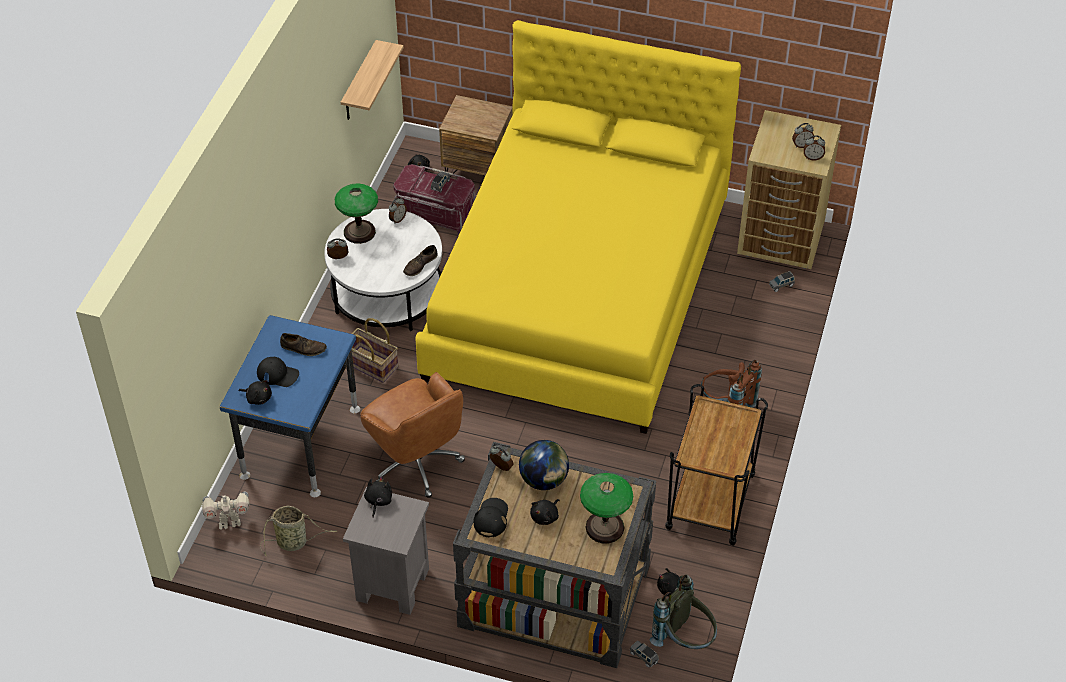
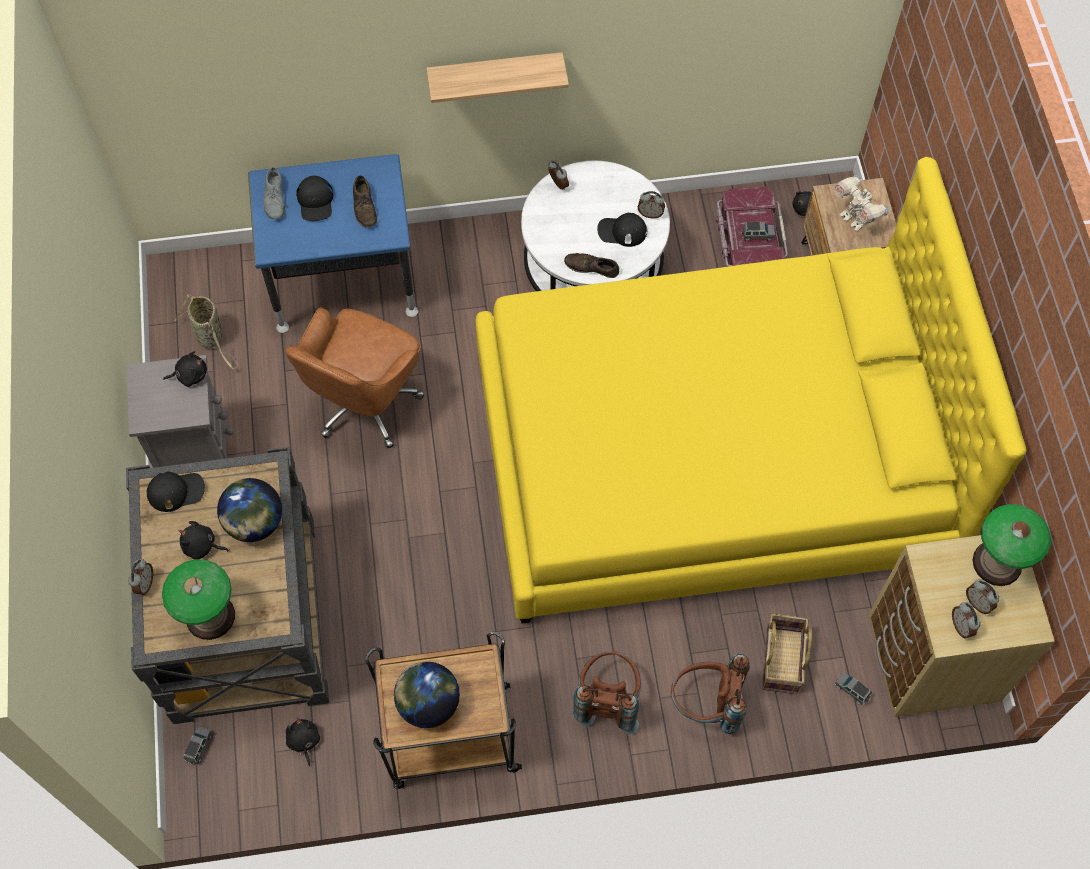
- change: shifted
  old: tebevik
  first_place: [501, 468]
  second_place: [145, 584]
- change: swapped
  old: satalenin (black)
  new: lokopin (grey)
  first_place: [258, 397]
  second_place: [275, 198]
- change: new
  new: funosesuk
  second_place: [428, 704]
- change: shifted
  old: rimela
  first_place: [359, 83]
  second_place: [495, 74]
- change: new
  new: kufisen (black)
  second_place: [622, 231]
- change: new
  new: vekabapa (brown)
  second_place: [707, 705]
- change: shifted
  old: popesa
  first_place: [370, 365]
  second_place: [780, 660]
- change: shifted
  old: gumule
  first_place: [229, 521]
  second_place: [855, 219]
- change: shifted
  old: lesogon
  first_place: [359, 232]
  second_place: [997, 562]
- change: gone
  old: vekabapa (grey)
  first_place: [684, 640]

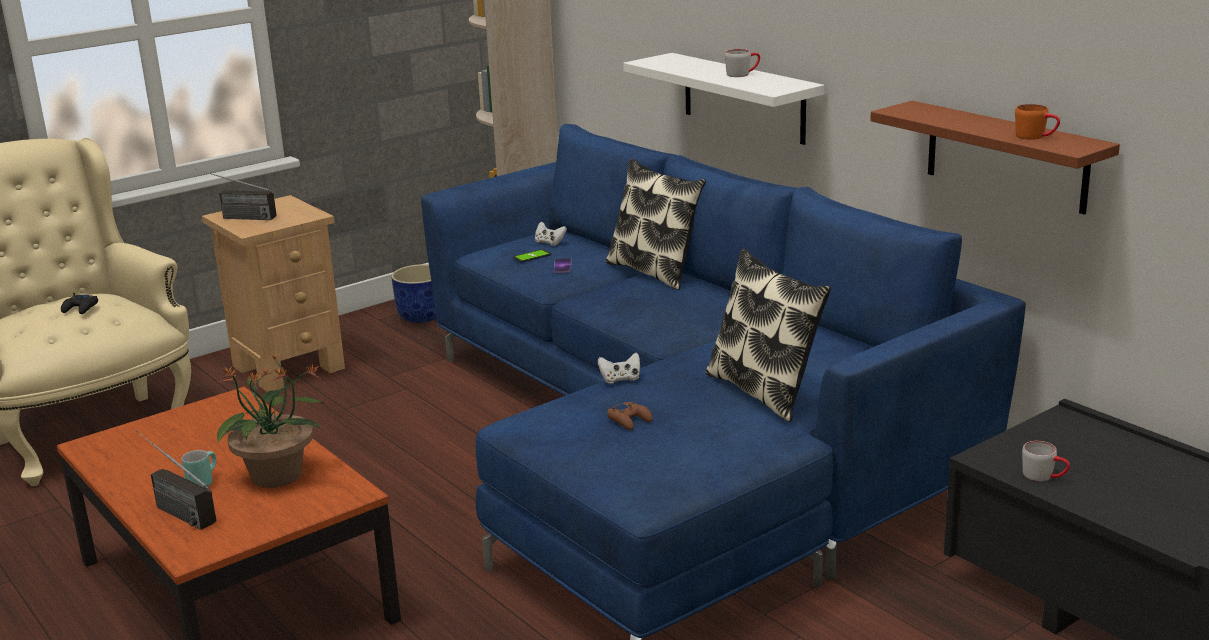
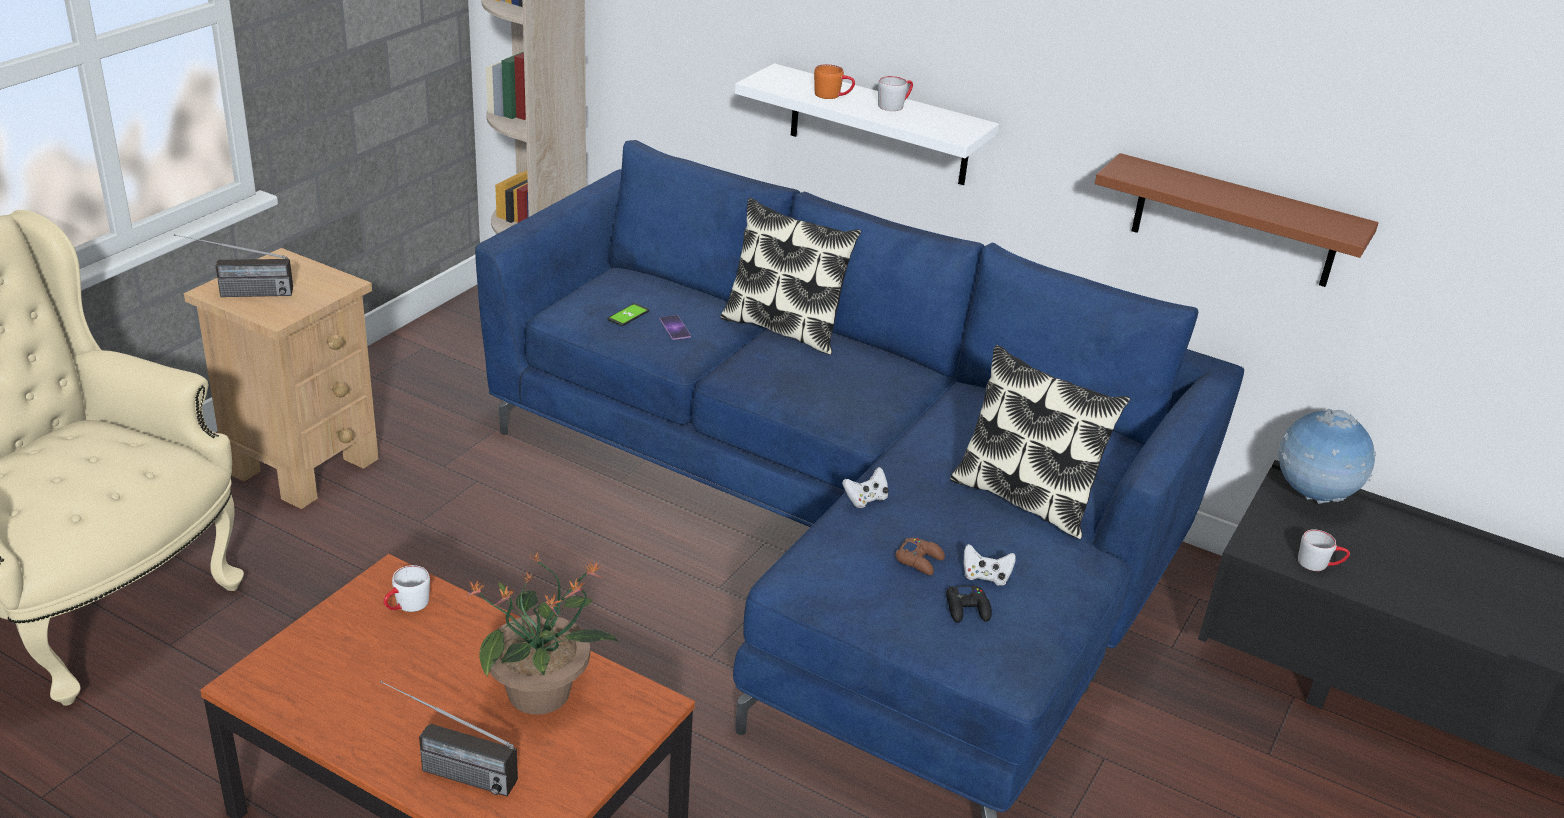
- change: new
  new: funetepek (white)
  second_place: [406, 606]
- change: shifted
  old: funetepek (orange)
  first_place: [1036, 137]
  second_place: [833, 95]
- change: shifted
  old: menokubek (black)
  first_place: [80, 308]
  second_place: [967, 609]
- change: shifted
  old: menokubek (white)
  first_place: [549, 243]
  second_place: [985, 577]
- change: new
  new: funosesuk
  second_place: [1313, 496]
- change: gone
  old: funetepek (turquoise)
  first_place: [202, 481]
- change: gone
  old: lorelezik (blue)
  first_place: [422, 316]

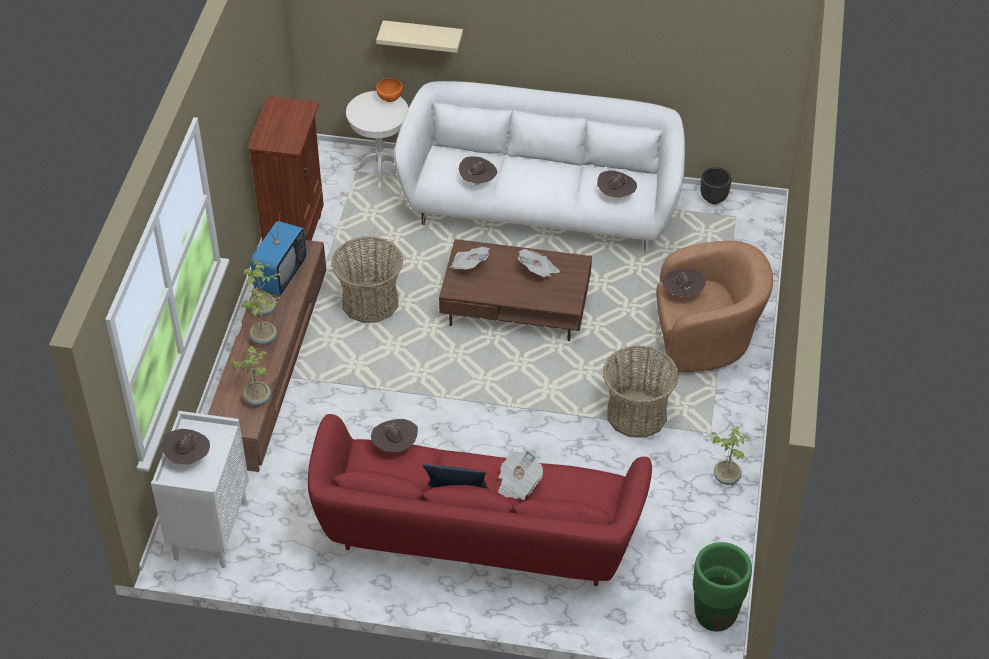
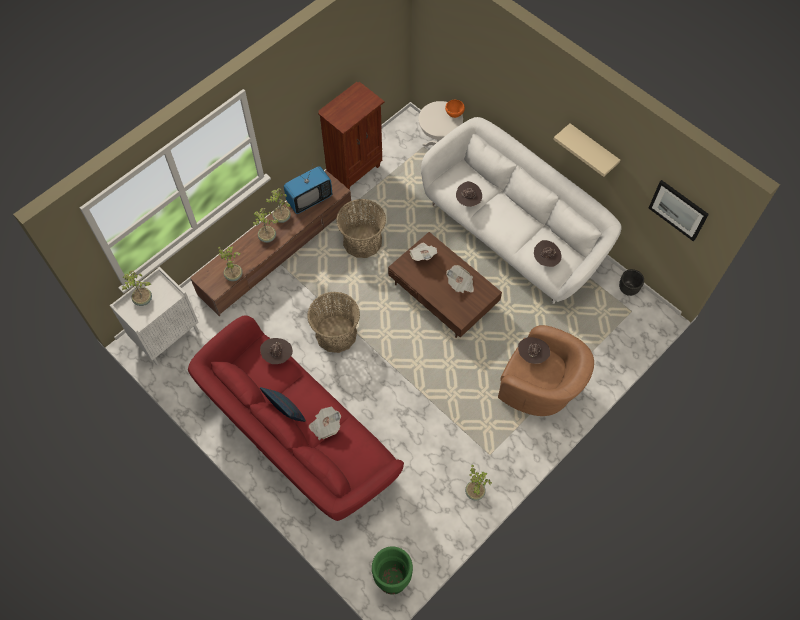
- change: swapped
  old: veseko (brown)
  new: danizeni
  first_place: [188, 458]
  second_place: [143, 300]
- change: shifted
  old: popesa
  first_place: [637, 414]
  second_place: [336, 334]
- change: shifted
  old: rimela (beige)
  first_place: [423, 36]
  second_place: [592, 148]
- change: new
  new: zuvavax
  second_place: [678, 210]

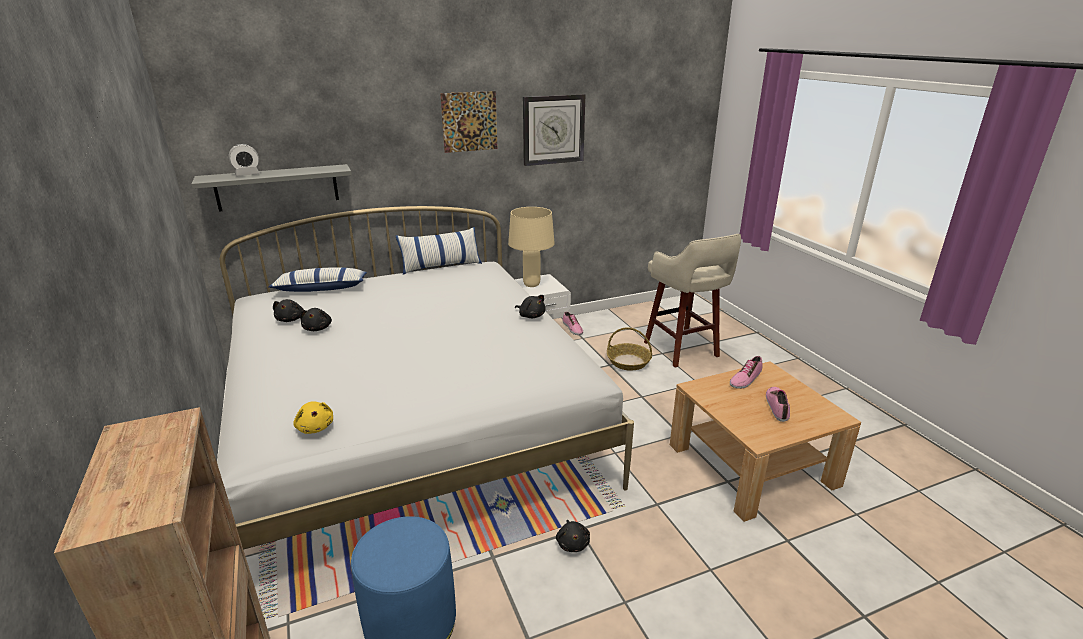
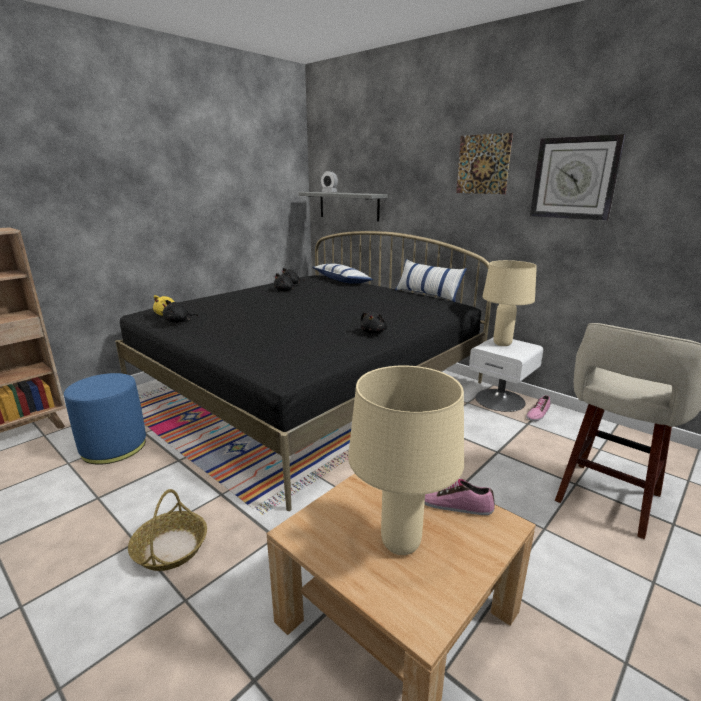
- change: repainted
  old: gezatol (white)
  new: gezatol (black)
  first_place: [412, 425]
  second_place: [309, 388]
- change: shifted
  old: popesa
  first_place: [628, 362]
  second_place: [170, 548]
- change: shifted
  old: satalenin (black)
  first_place: [572, 543]
  second_place: [179, 321]
- change: swapped
  old: lokopin
  new: lesogon (beige)
  first_place: [778, 406]
  second_place: [400, 543]

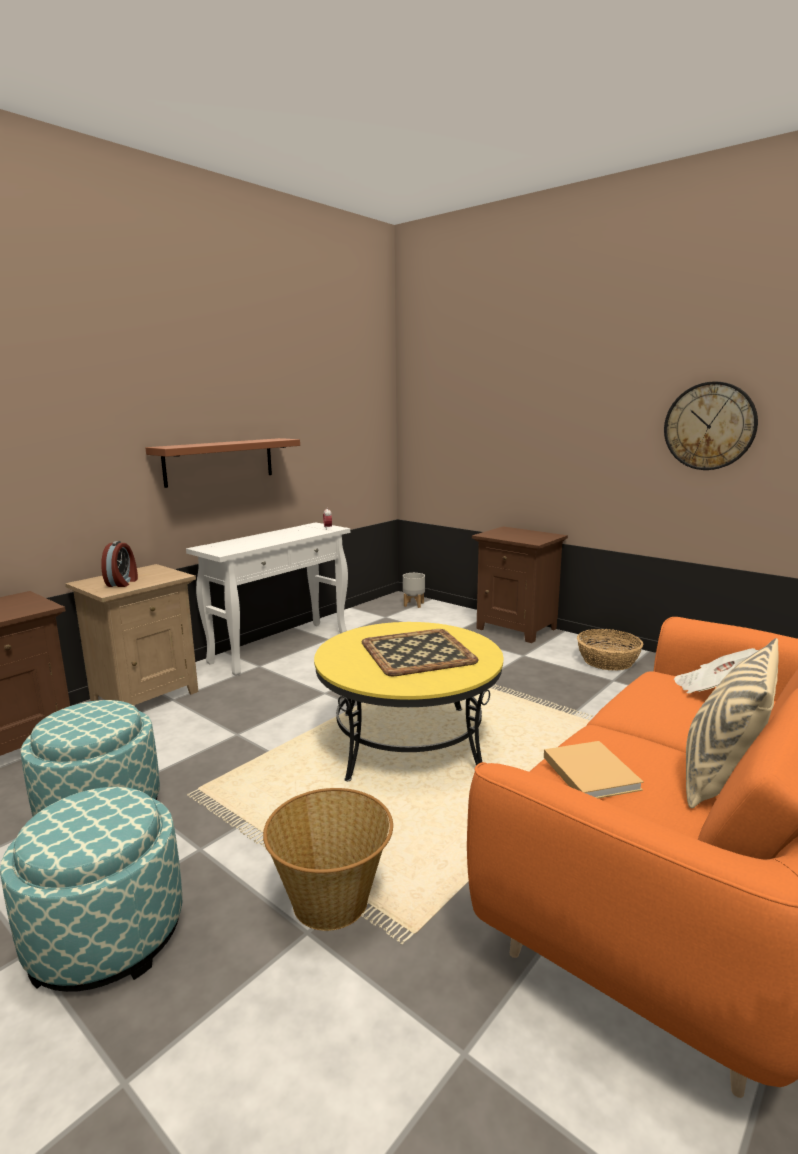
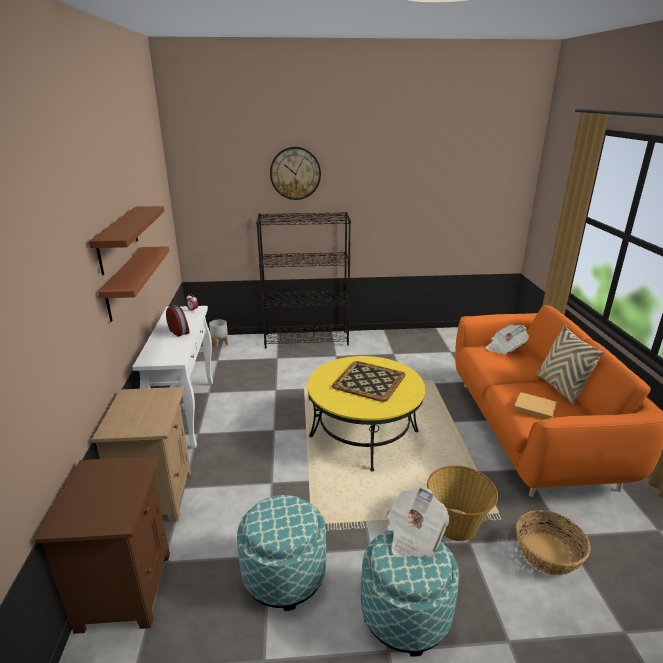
- change: new
  new: rimela (brown)
  second_place: [118, 239]
- change: shifted
  old: tebevik
  first_place: [123, 583]
  second_place: [179, 331]
- change: swapped
  old: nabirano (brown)
  new: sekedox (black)
  first_place: [516, 629]
  second_place: [307, 339]
- change: shifted
  old: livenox
  first_place: [709, 426]
  second_place: [295, 173]
- change: new
  new: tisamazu
  second_place: [414, 536]
- change: shifted
  old: popesa
  first_place: [607, 661]
  second_place: [548, 554]

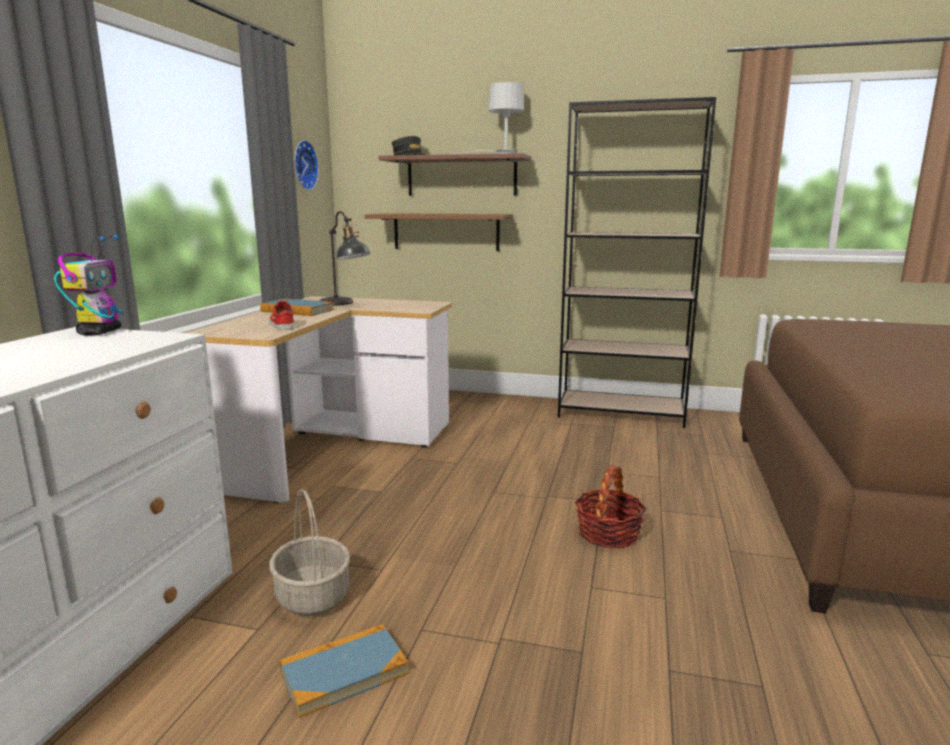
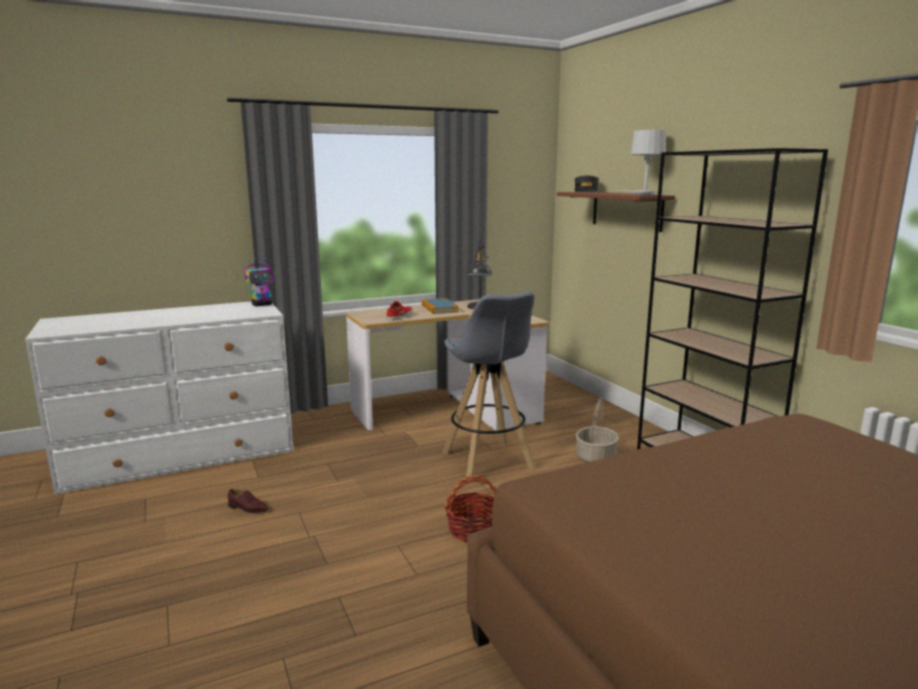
- change: swapped
  old: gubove
  new: lokopin (brown)
  first_place: [344, 672]
  second_place: [248, 508]
- change: new
  new: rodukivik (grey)
  second_place: [488, 462]
- change: shifted
  old: popesa
  first_place: [312, 596]
  second_place: [595, 457]
- change: gone
  old: livenox
  first_place: [303, 165]
- change: gone
  old: rimela (brown)
  first_place: [446, 232]

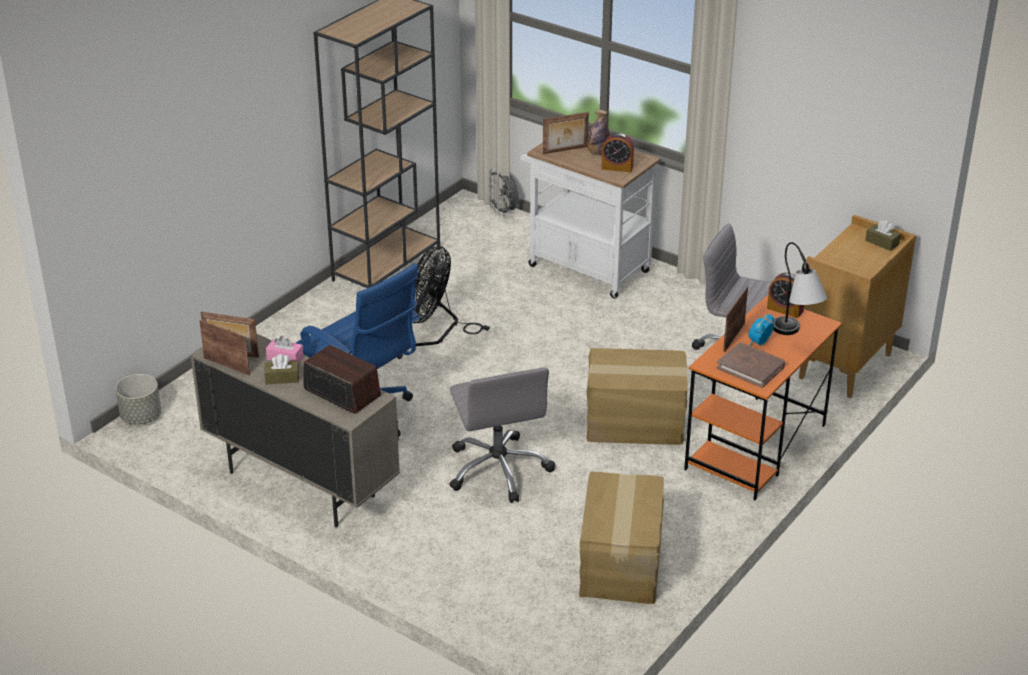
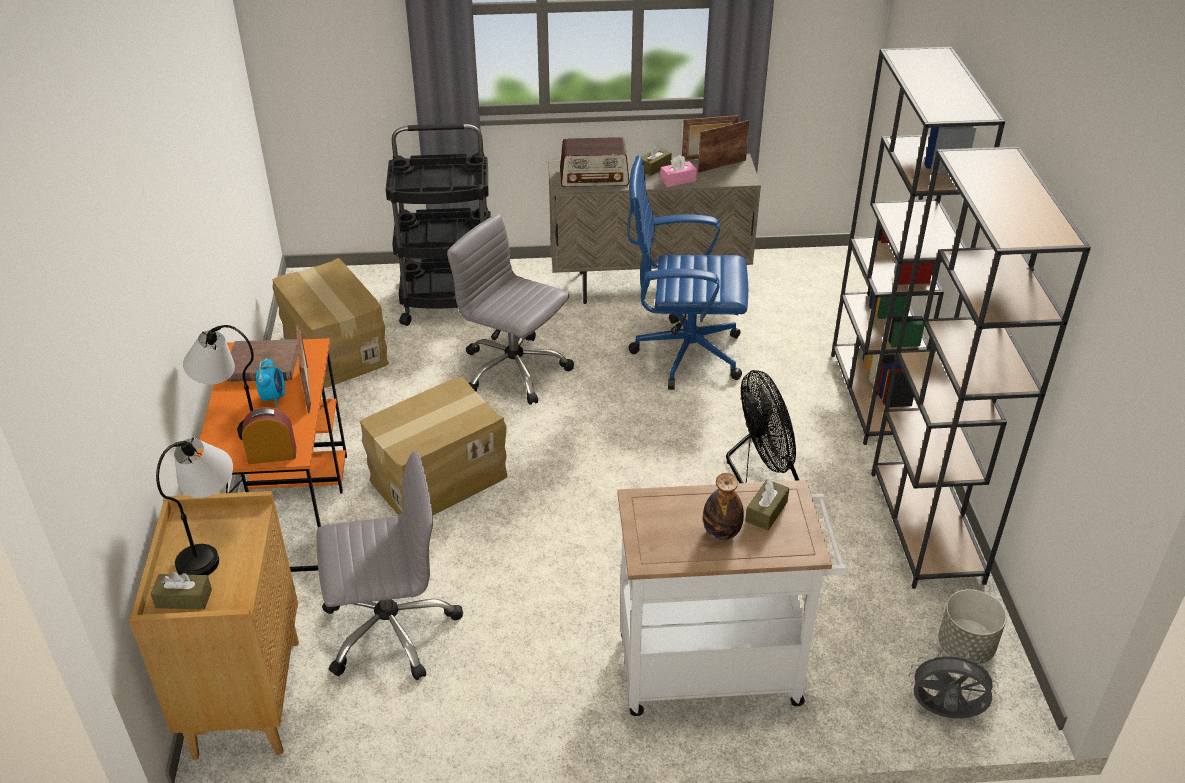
- change: new
  new: lesogon
  second_place: [212, 543]
- change: new
  new: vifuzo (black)
  second_place: [449, 301]
- change: swapped
  old: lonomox
  new: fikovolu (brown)
  first_place: [565, 150]
  second_place: [766, 512]
- change: new
  new: sekedox
  second_place: [879, 397]
- change: shifted
  old: lorelezik (grey)
  first_place: [141, 417]
  second_place: [966, 646]
- change: gone
  old: tebevik
  first_place: [617, 167]

